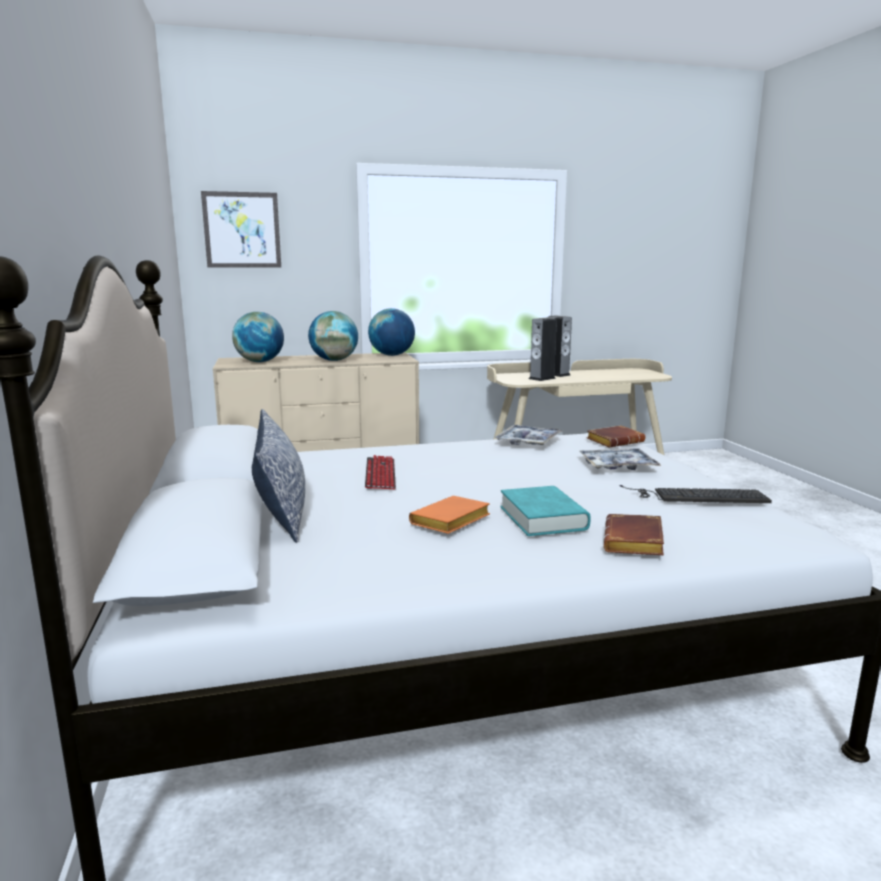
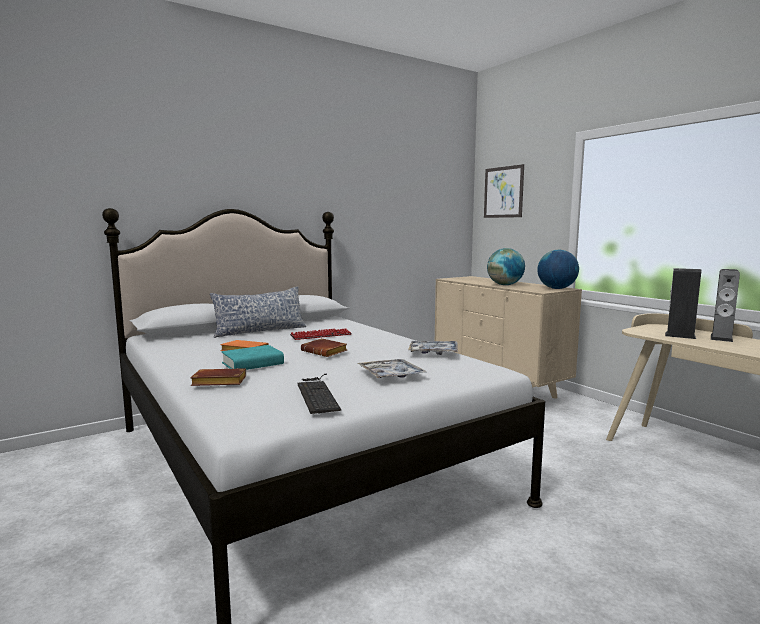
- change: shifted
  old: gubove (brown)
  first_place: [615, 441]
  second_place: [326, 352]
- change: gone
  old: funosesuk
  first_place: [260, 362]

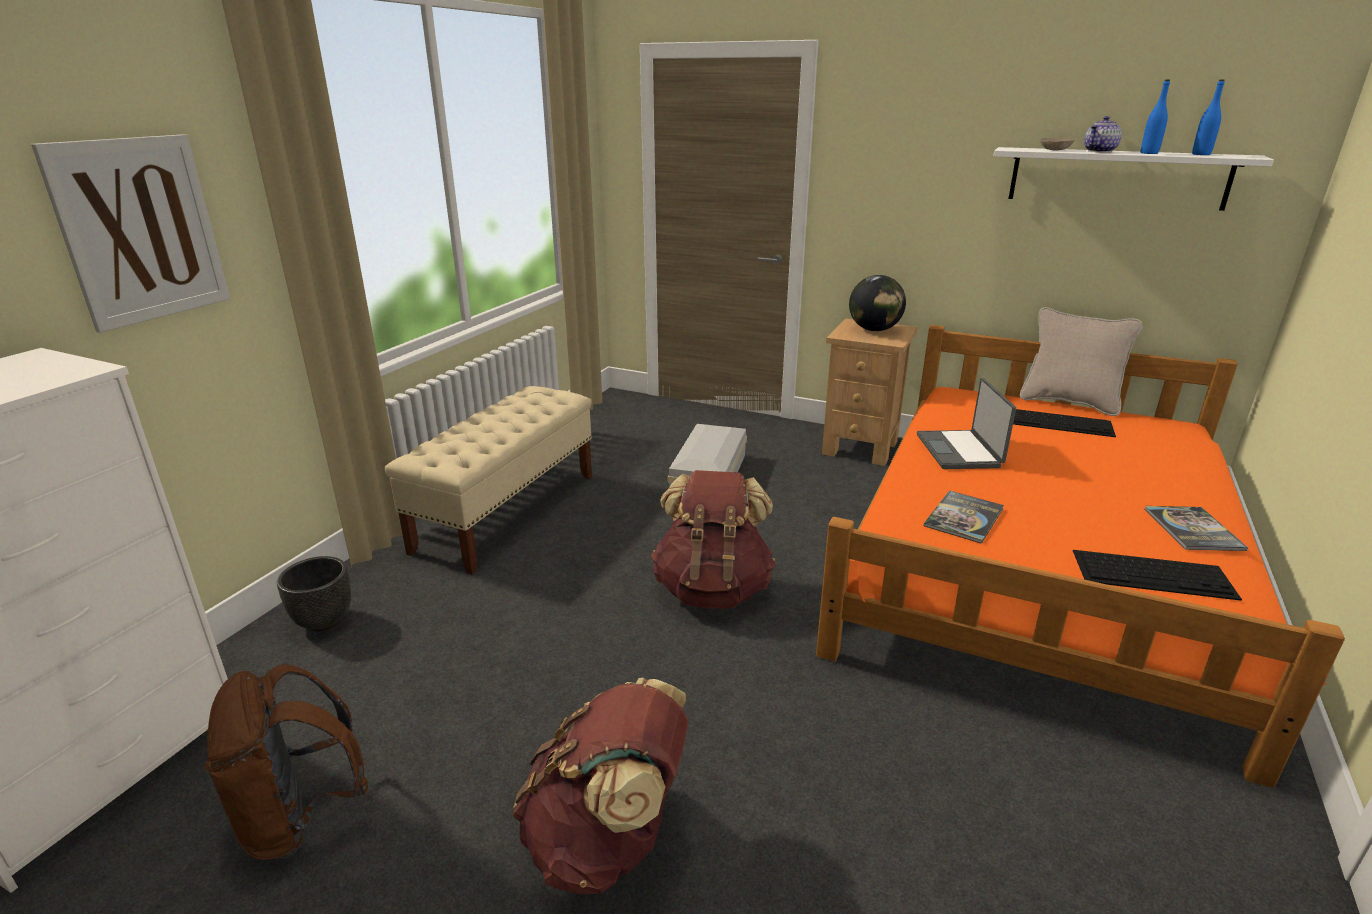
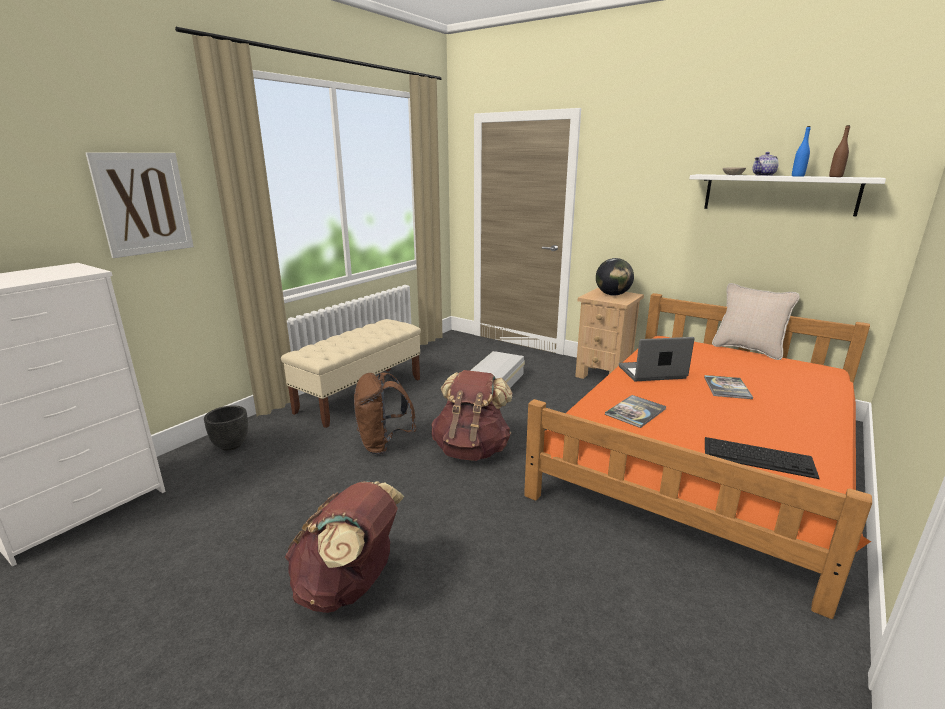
- change: shifted
  old: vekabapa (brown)
  first_place: [300, 817]
  second_place: [383, 444]
- change: rotated
  old: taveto
  first_place: [960, 451]
  second_place: [652, 373]
  degrees: 75
- change: shifted
  old: gubove
  first_place: [1192, 529]
  second_place: [727, 388]
- change: repainted
  old: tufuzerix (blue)
  new: tufuzerix (brown)
  first_place: [1201, 154]
  second_place: [835, 176]
- change: gone
  old: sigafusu
  first_place: [1061, 422]

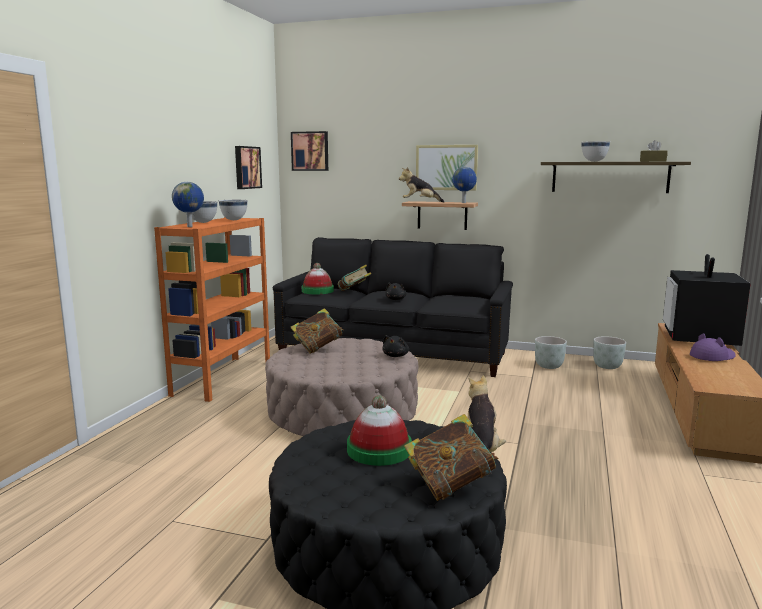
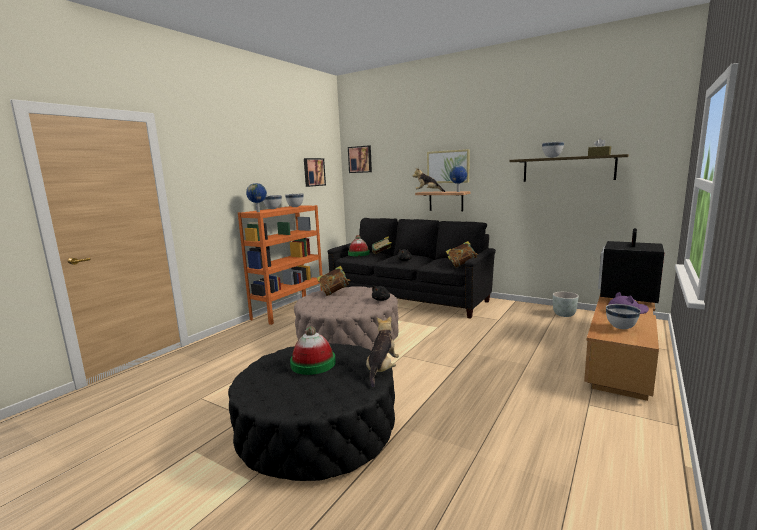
- change: shifted
  old: gubove
  first_place: [450, 485]
  second_place: [461, 265]
- change: new
  new: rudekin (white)
  second_place: [620, 328]
- change: gone
  old: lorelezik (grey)
  first_place: [549, 366]

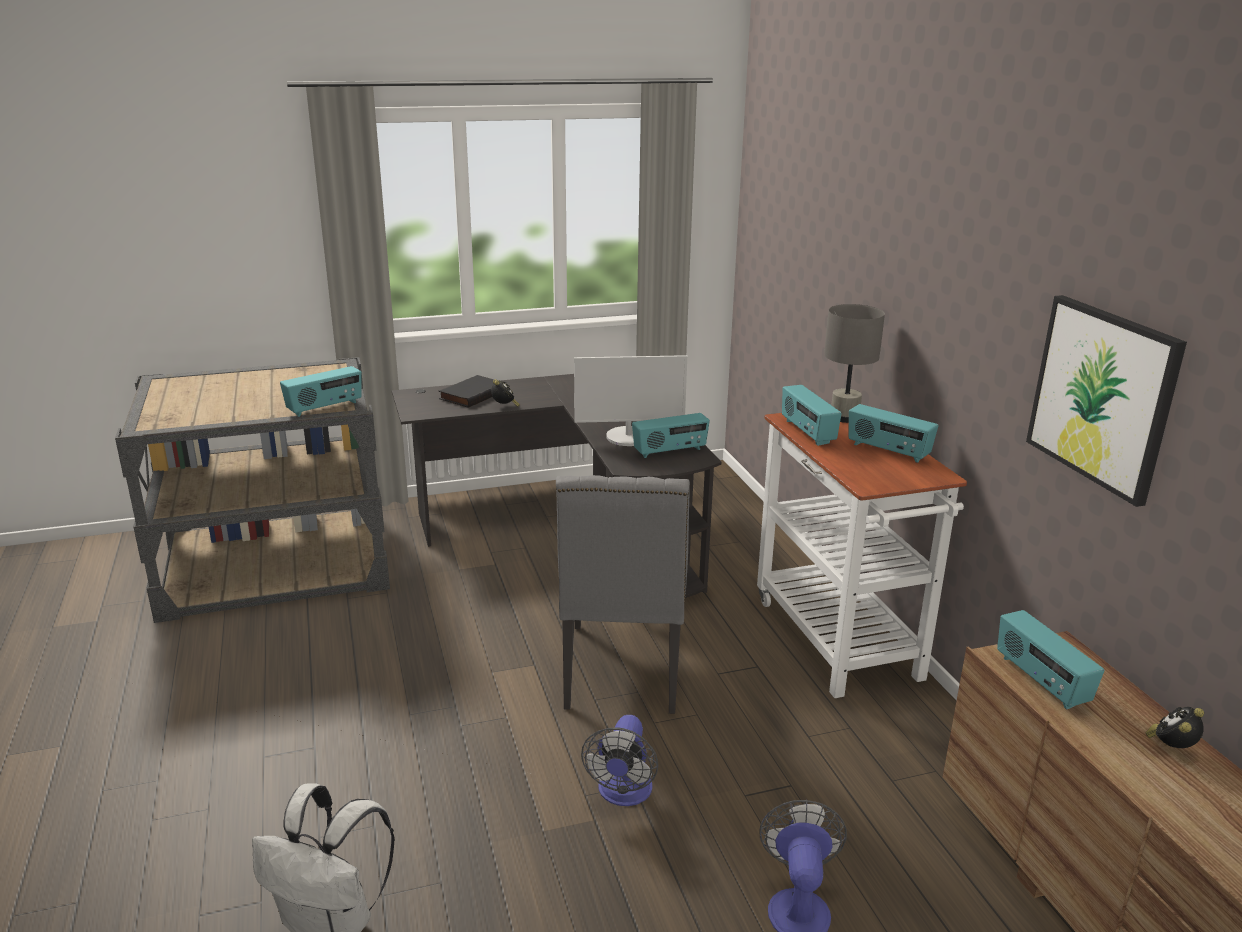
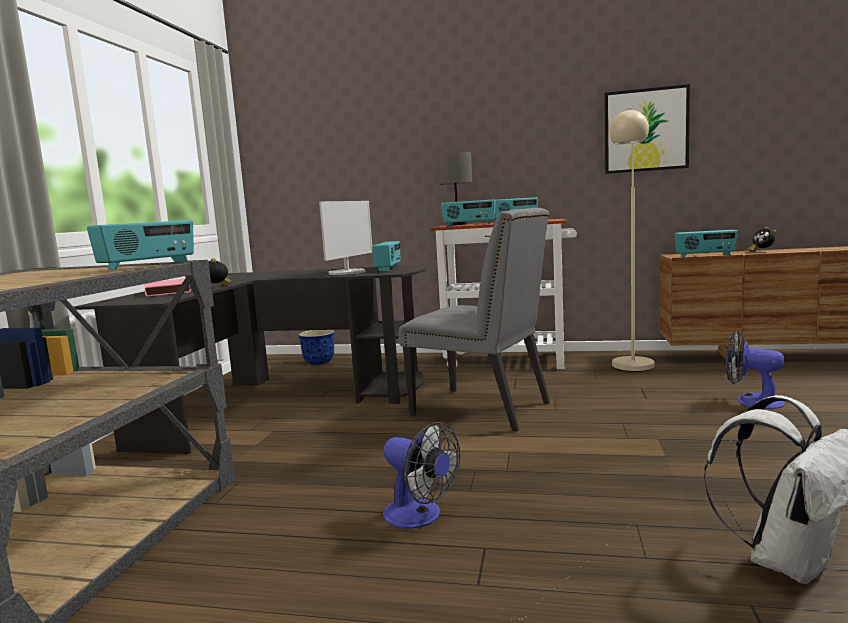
- change: rotated
  old: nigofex
  first_place: [325, 408]
  second_place: [149, 265]
  degrees: 45
- change: repainted
  old: gubove (black)
  new: gubove (pink)
  first_place: [472, 394]
  second_place: [165, 292]
- change: new
  new: lorelezik
  second_place: [319, 362]
- change: shifted
  old: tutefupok
  first_place: [623, 794]
  second_place: [420, 516]
- change: new
  new: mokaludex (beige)
  second_place: [632, 369]

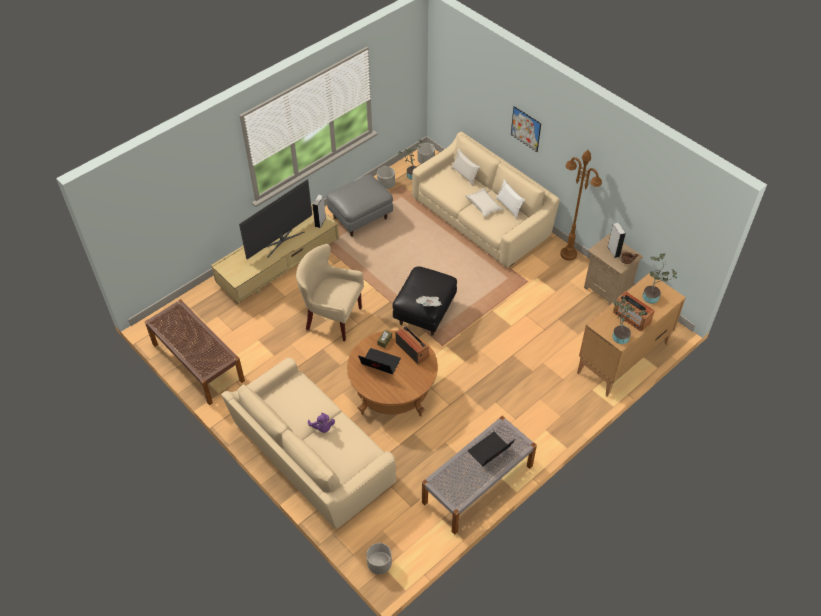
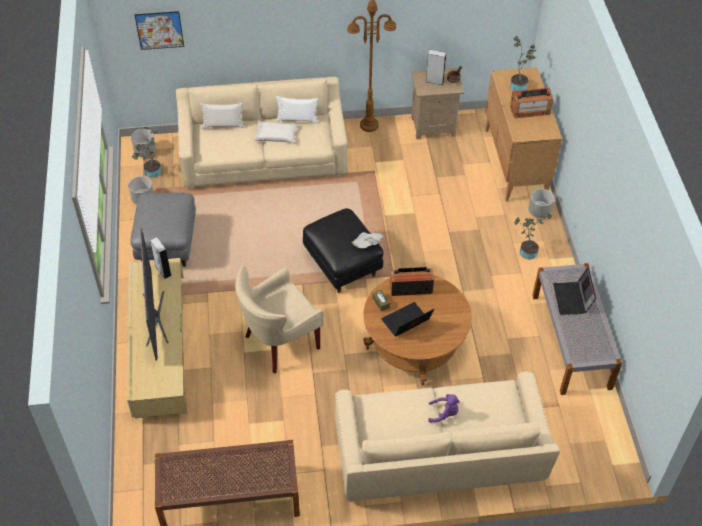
- change: shifted
  old: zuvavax
  first_place: [525, 129]
  second_place: [159, 30]
- change: shifted
  old: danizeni
  first_place: [620, 335]
  second_place: [526, 251]
- change: shifted
  old: lorelezik (grey)
  first_place: [379, 564]
  second_place: [539, 212]

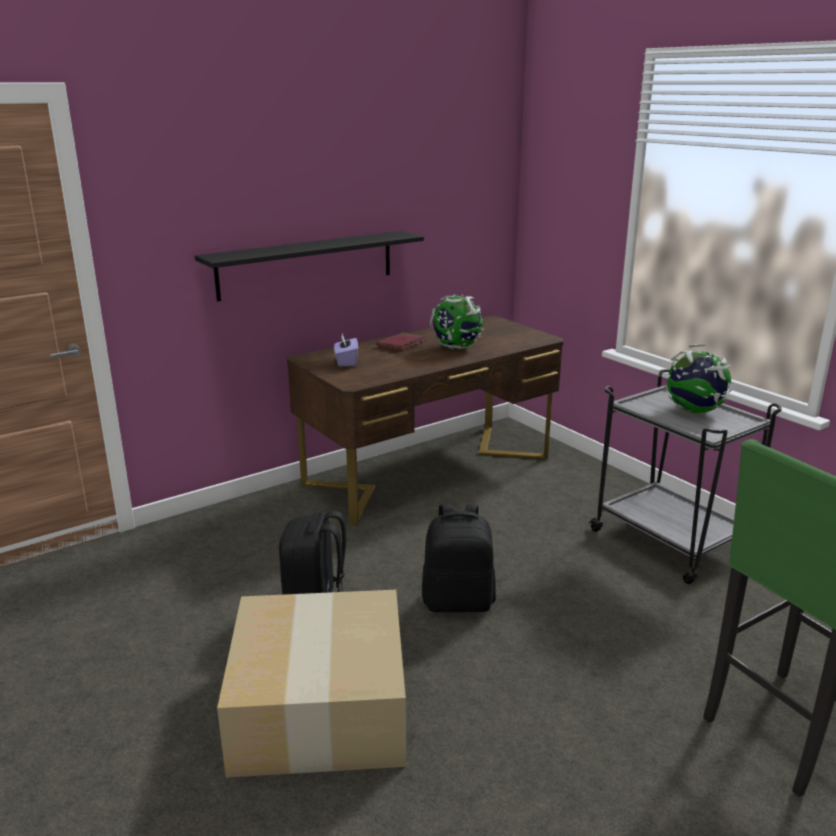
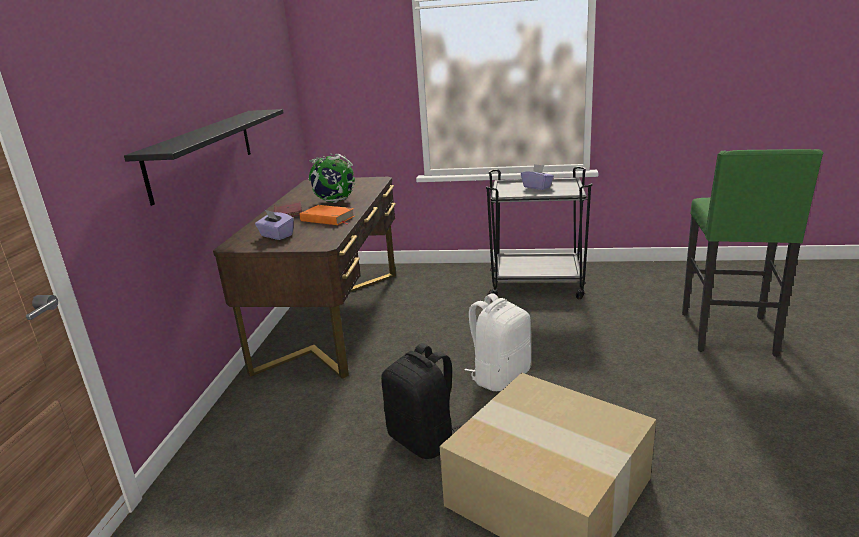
- change: new
  new: gubove (orange)
  second_place: [327, 219]
- change: repainted
  old: vekabapa (black)
  new: vekabapa (white)
  first_place: [458, 601]
  second_place: [500, 376]
- change: swapped
  old: funosesuk
  new: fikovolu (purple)
  first_place: [694, 411]
  second_place: [537, 187]

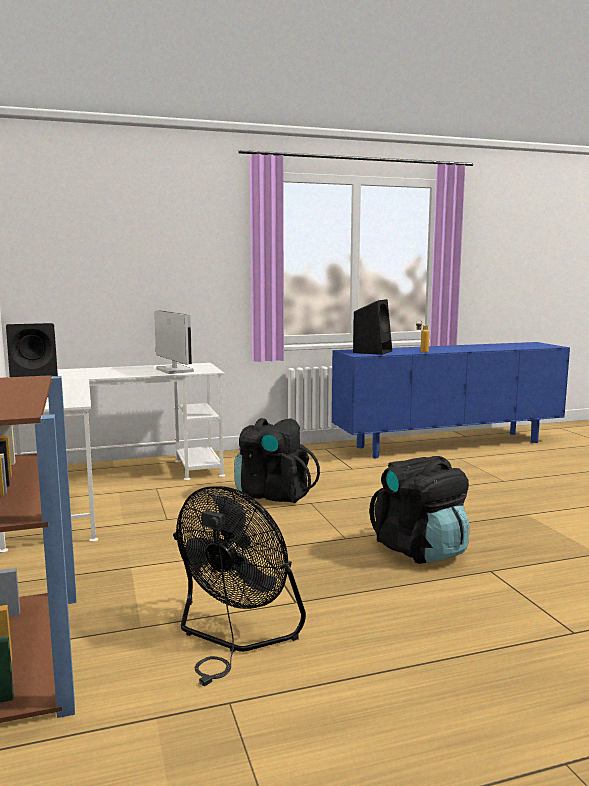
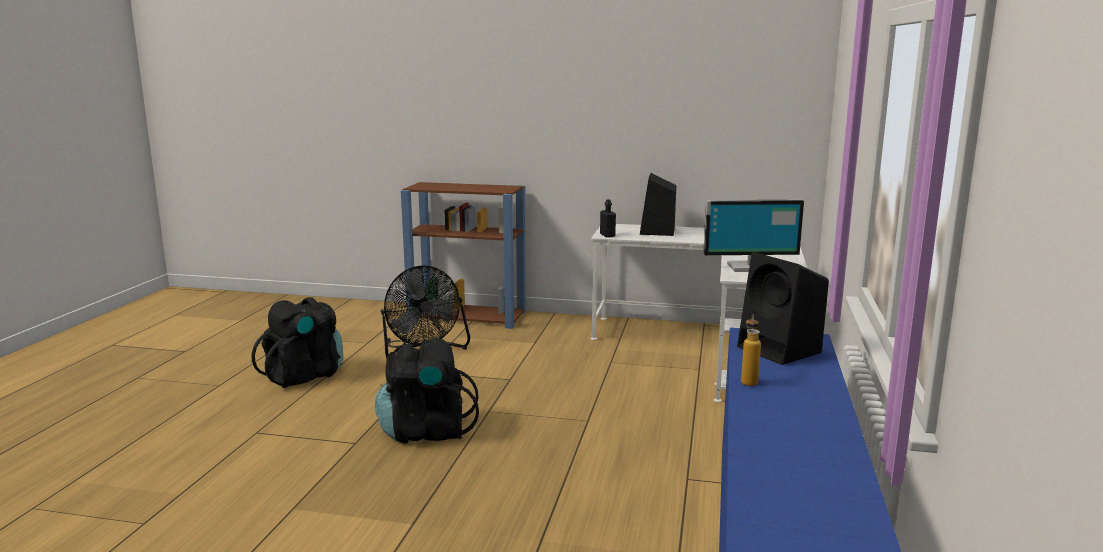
- change: shifted
  old: vekabapa (black)
  first_place: [273, 495]
  second_place: [304, 375]
- change: new
  new: tufuzerix (black)
  second_place: [607, 235]

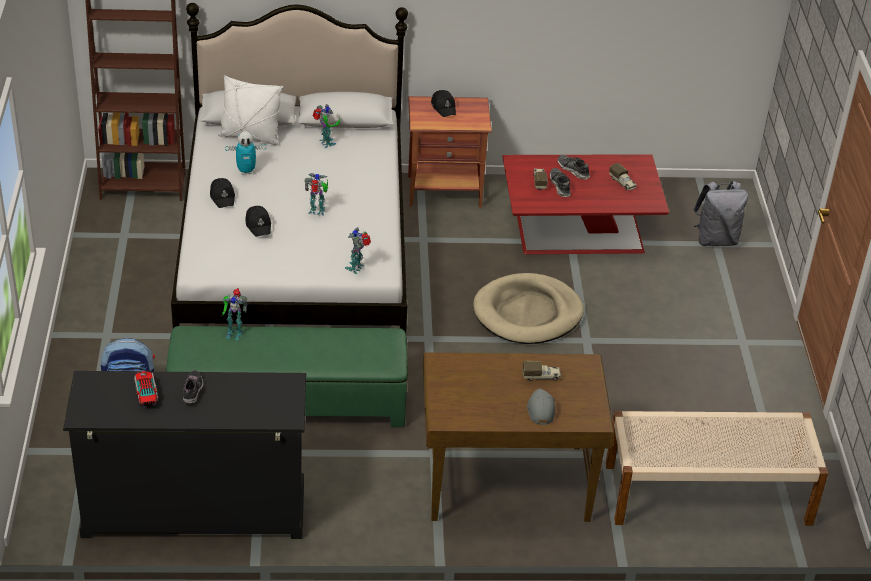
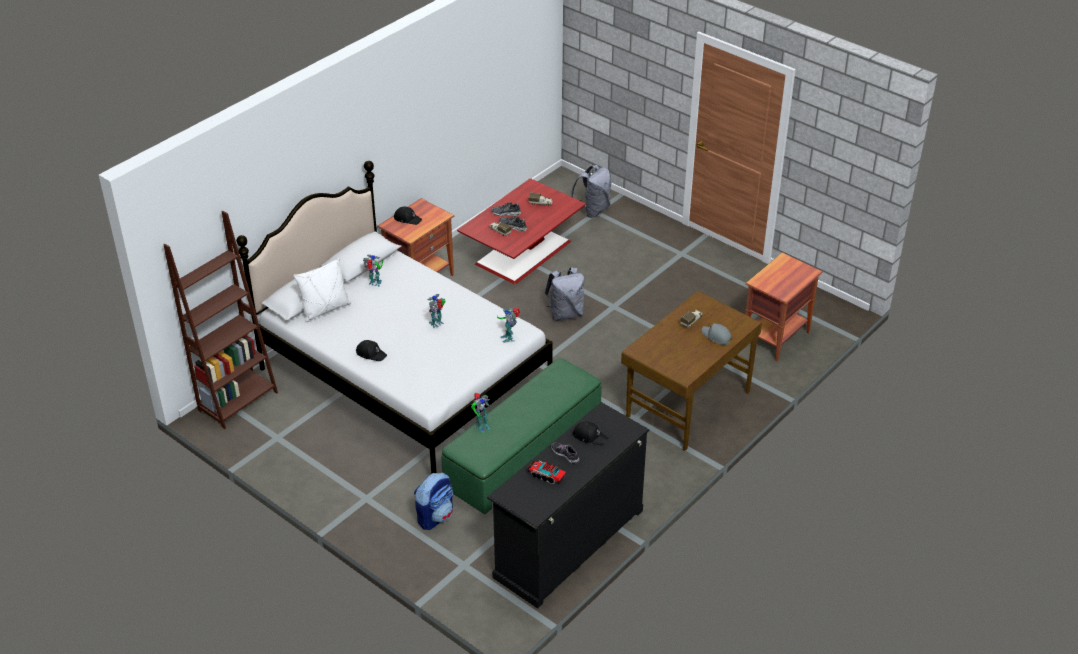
- change: swapped
  old: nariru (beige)
  new: vekabapa (grey)
  first_place: [527, 313]
  second_place: [565, 314]
- change: shifted
  old: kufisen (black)
  first_place: [258, 225]
  second_place: [590, 436]
- change: swapped
  old: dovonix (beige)
  new: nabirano
  first_place: [707, 494]
  second_place: [776, 338]
- change: gone
  old: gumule
  first_place: [246, 171]

